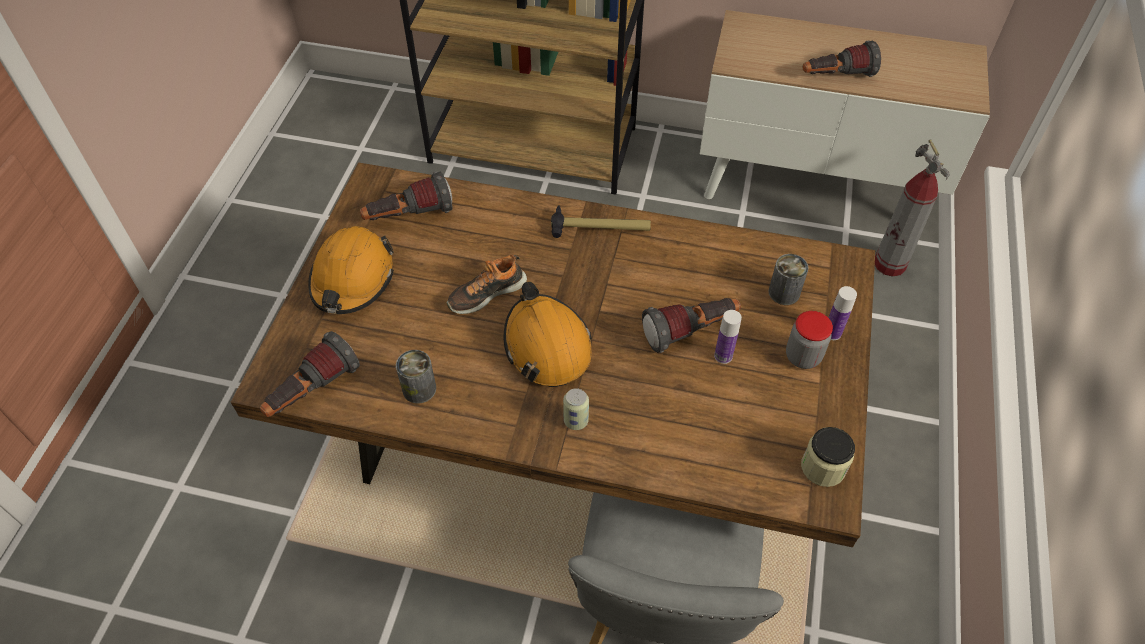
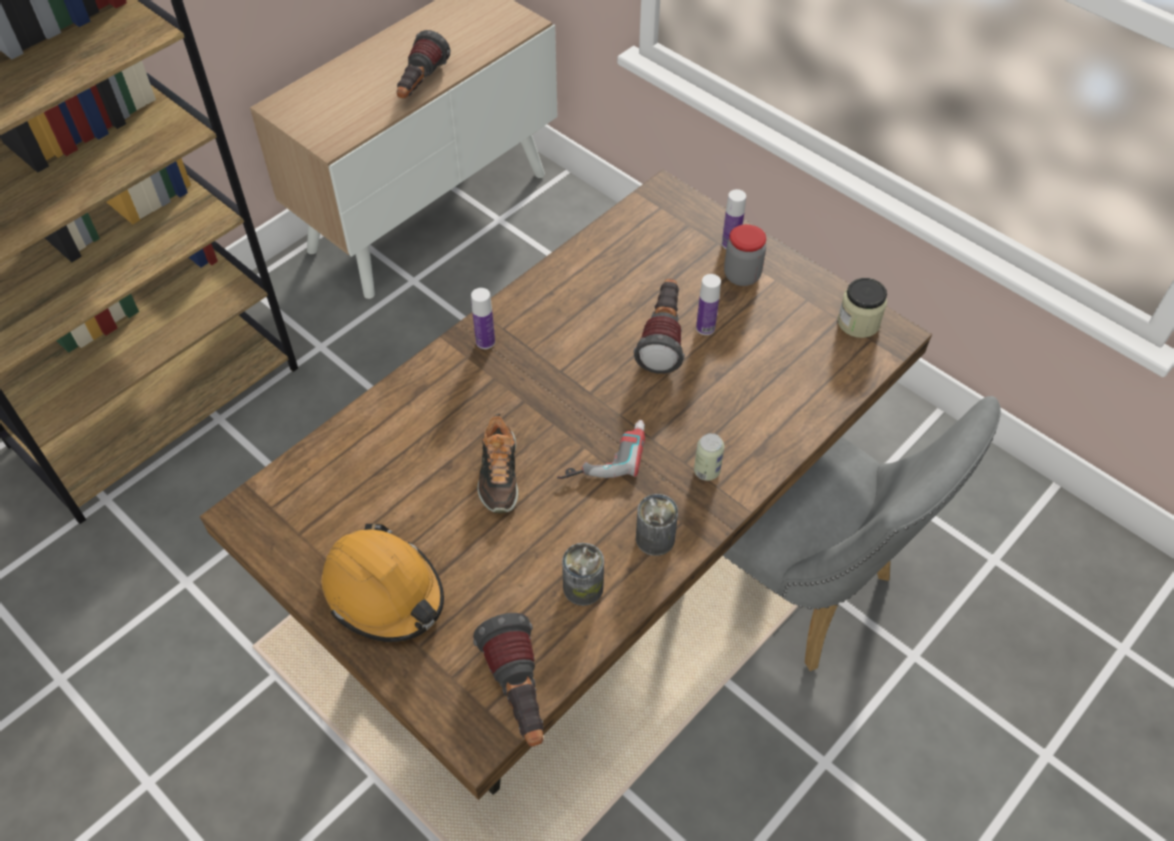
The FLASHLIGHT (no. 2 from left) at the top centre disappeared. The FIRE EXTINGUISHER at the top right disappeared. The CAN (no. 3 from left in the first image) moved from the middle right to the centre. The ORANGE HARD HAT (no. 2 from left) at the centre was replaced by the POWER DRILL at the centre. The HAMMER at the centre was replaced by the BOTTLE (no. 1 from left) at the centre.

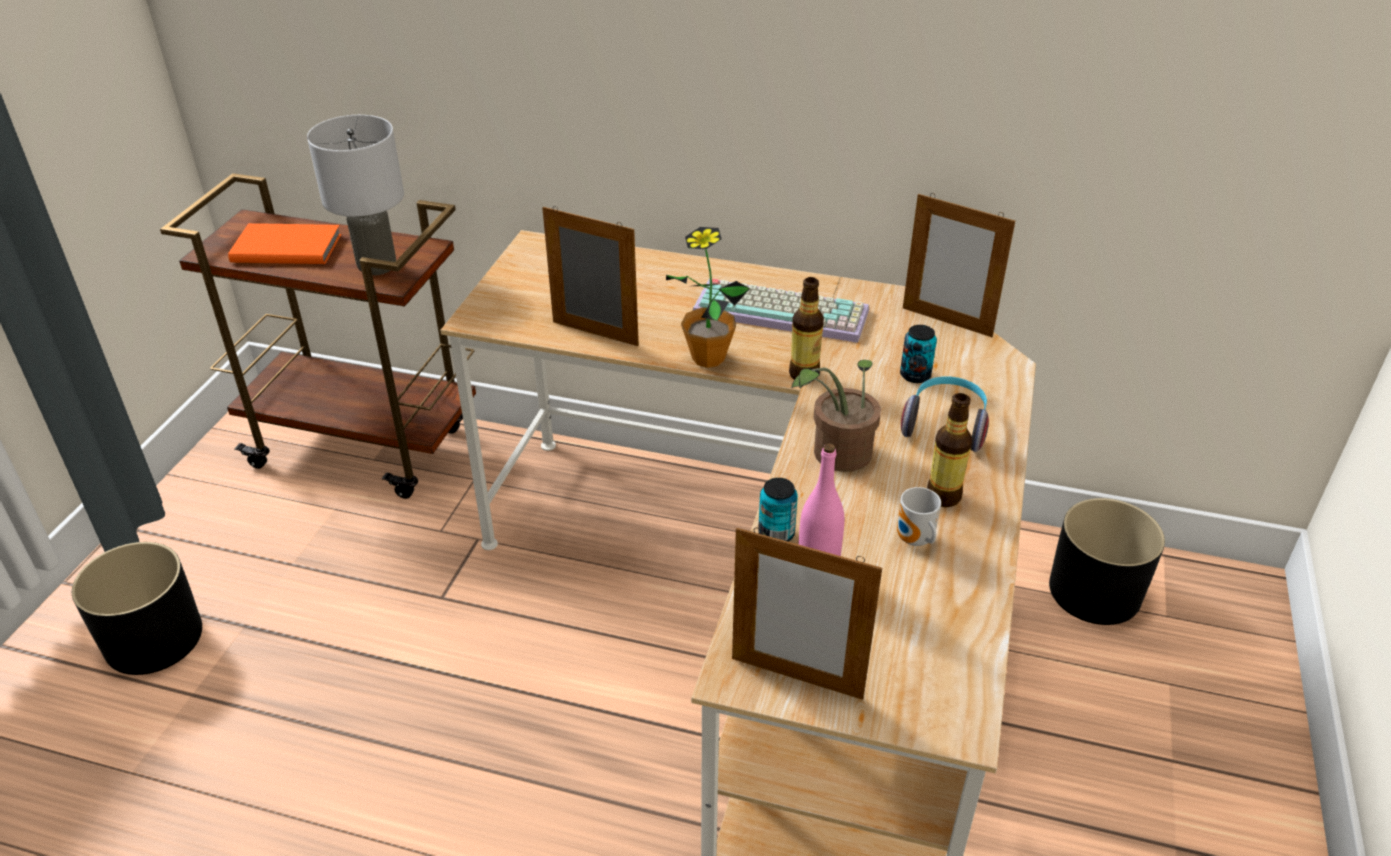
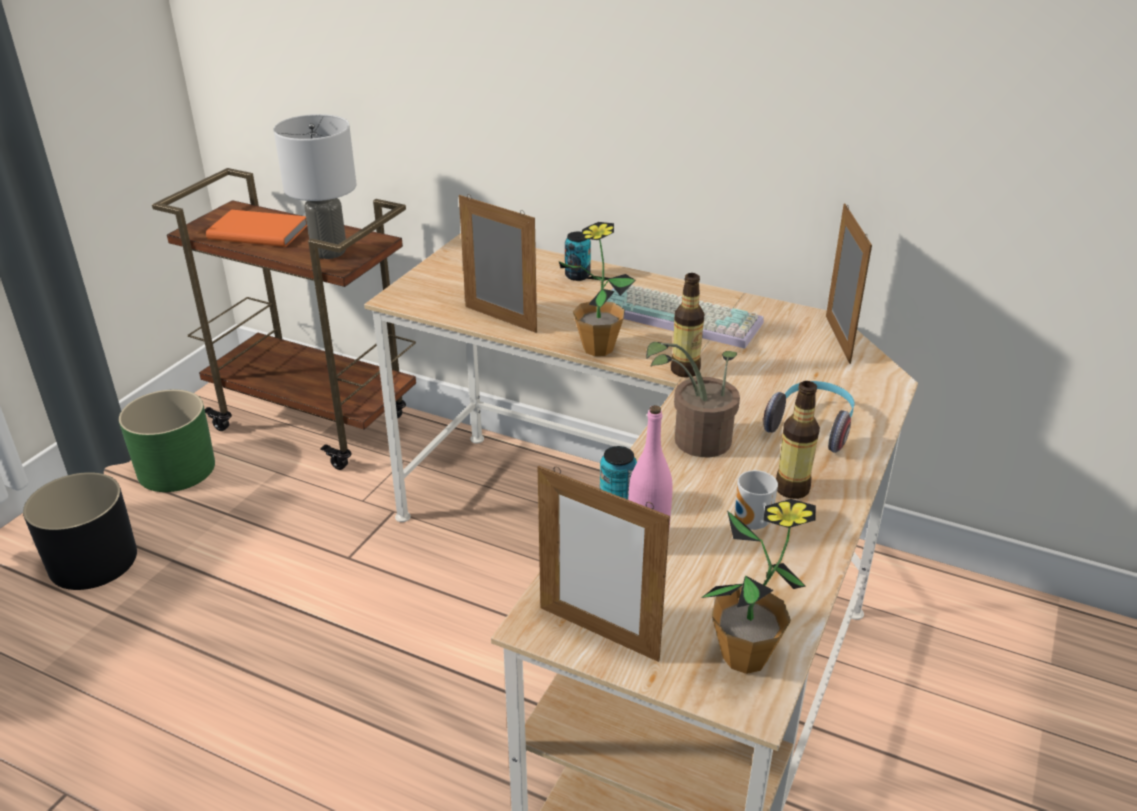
The BLACK PLANTER (no. 2 from left) at the middle right disappeared. The GREEN PLANTER at the middle left appeared. The POTTED PLANT (no. 3 from left) at the bottom right appeared. The CAN (no. 2 from left in the first image) moved from the centre to the top centre. The PICTURE FRAME (no. 3 from left) at the top right turned 135 degrees counterclockwise.

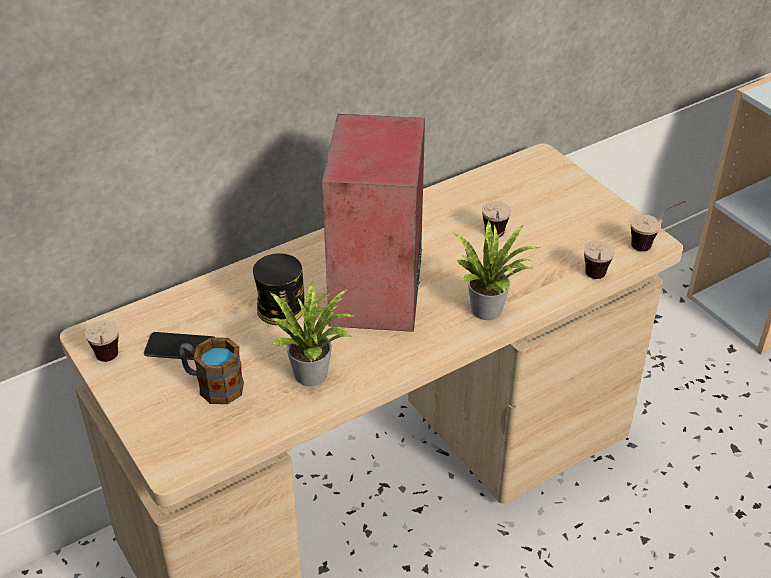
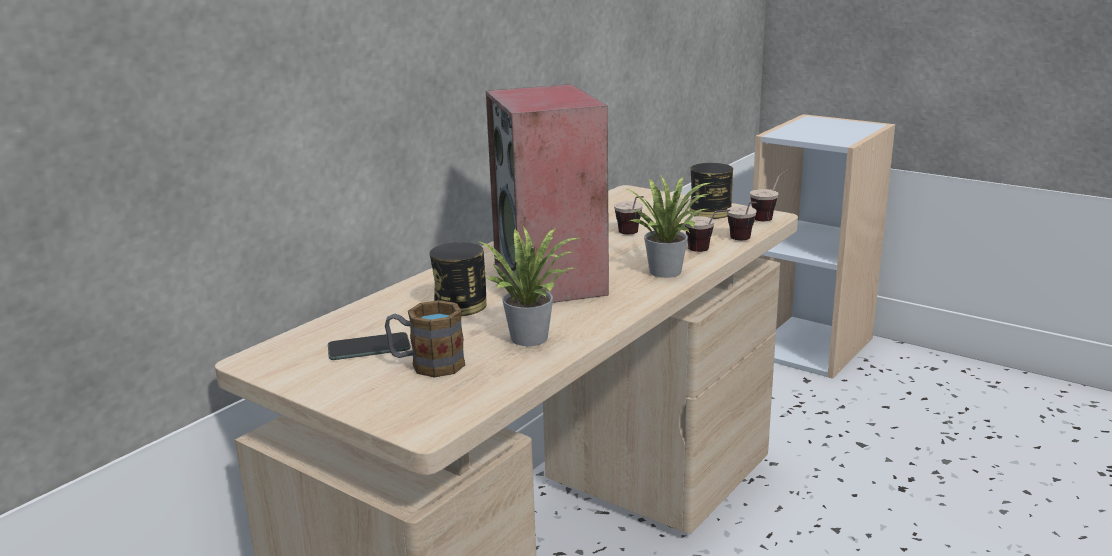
The CAN (no. 2 from left) at the centre appeared. The CUP (no. 1 from left in the first image) moved from the middle left to the centre.

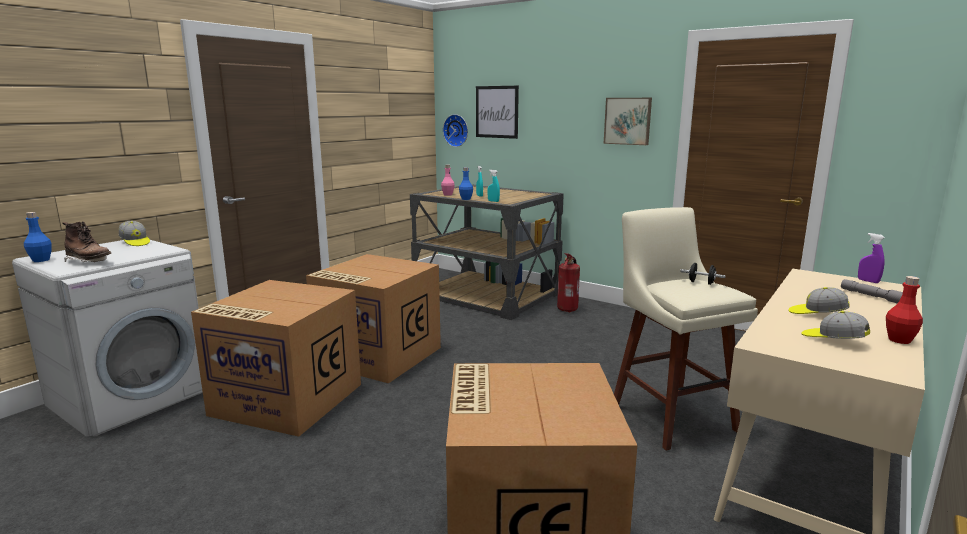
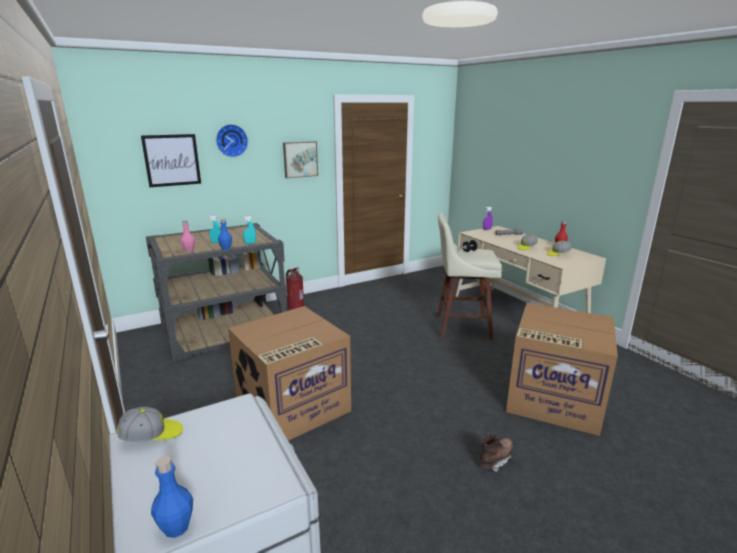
The CARDBOARD BOX (no. 1 from left) at the bottom left disappeared. The BROWN BOOT moved from the middle left to the bottom right. The WALL CLOCK moved from the top centre to the top left.

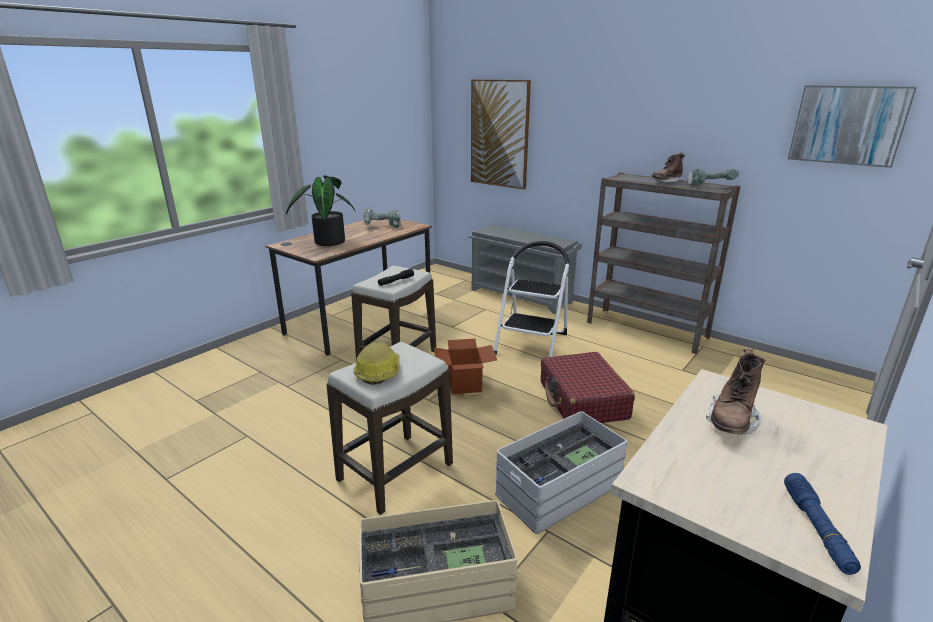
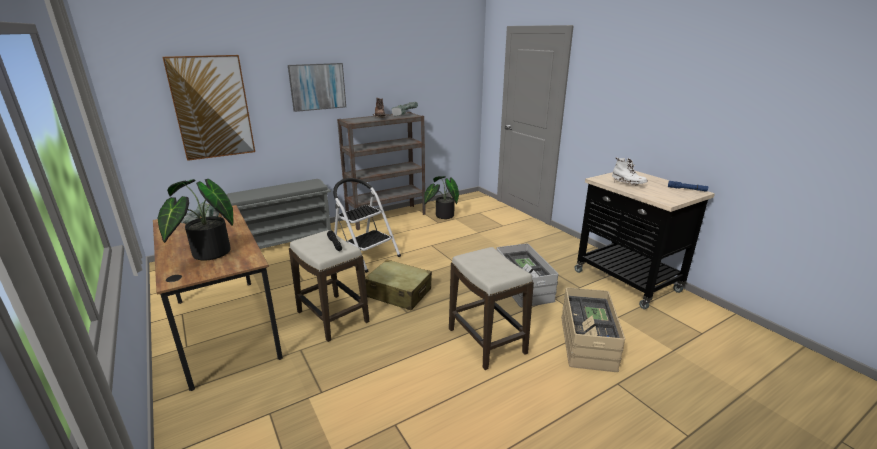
The HARD HAT at the centre disappeared. The RED SUITCASE at the centre disappeared. The POTTED PLANT (no. 2 from left) at the centre appeared. The PICTURE (no. 2 from left) moved from the top right to the top centre. The CARDBOARD BOX at the centre was replaced by the BEIGE SUITCASE at the centre. The BROWN BOOT (no. 2 from left) at the middle right became the WHITE BOOT at the middle right.

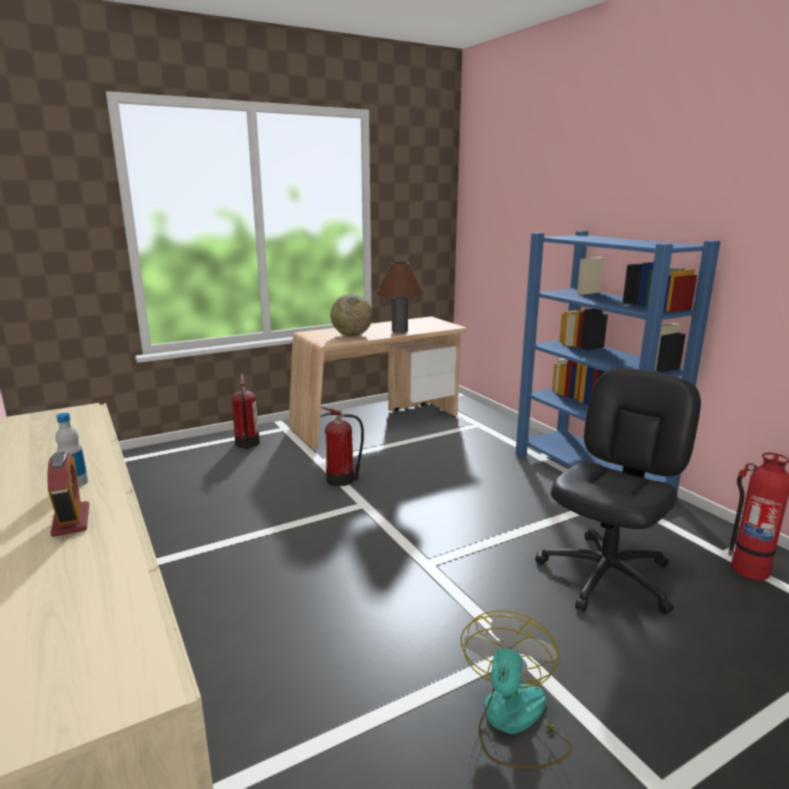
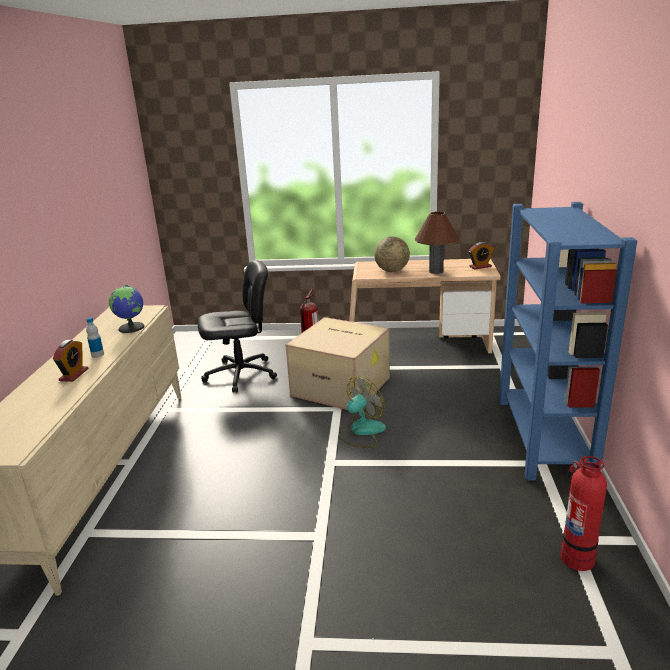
The GLOBE (no. 1 from left) at the middle left appeared. The ALARM CLOCK (no. 2 from left) at the middle right appeared. The FAN moved from the bottom centre to the centre. The BLACK OFFICE CHAIR moved from the middle right to the centre. The FIRE EXTINGUISHER (no. 2 from left) at the centre was replaced by the CARDBOARD BOX at the centre.

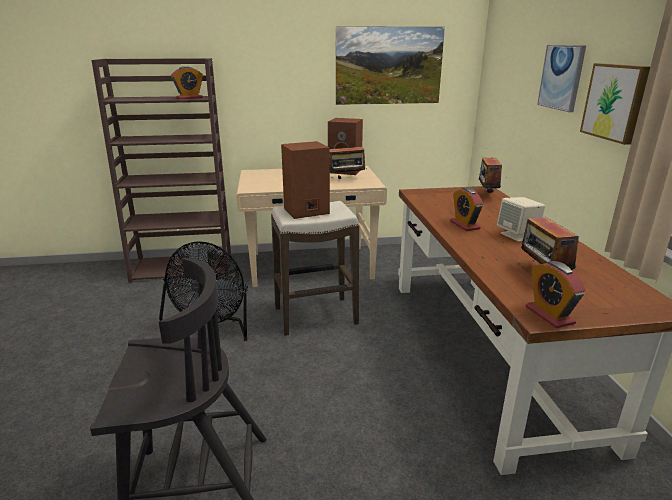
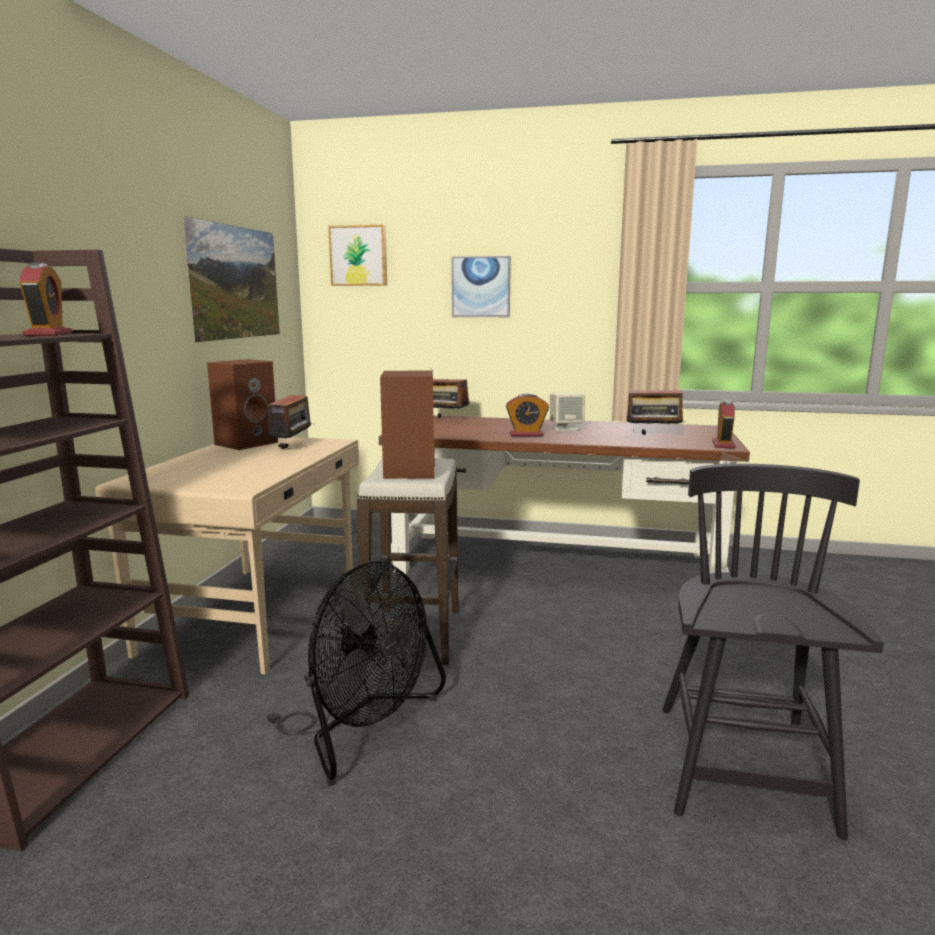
The PICTURE (no. 3 from left in the first image) moved from the top right to the top centre. The ALARM CLOCK (no. 3 from left) at the middle right turned 75 degrees counterclockwise.

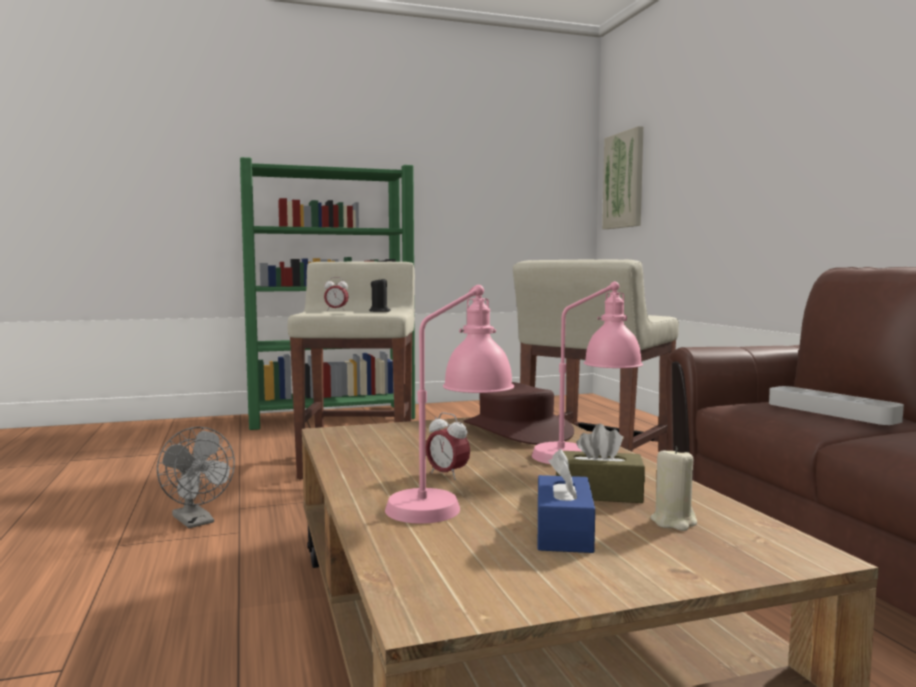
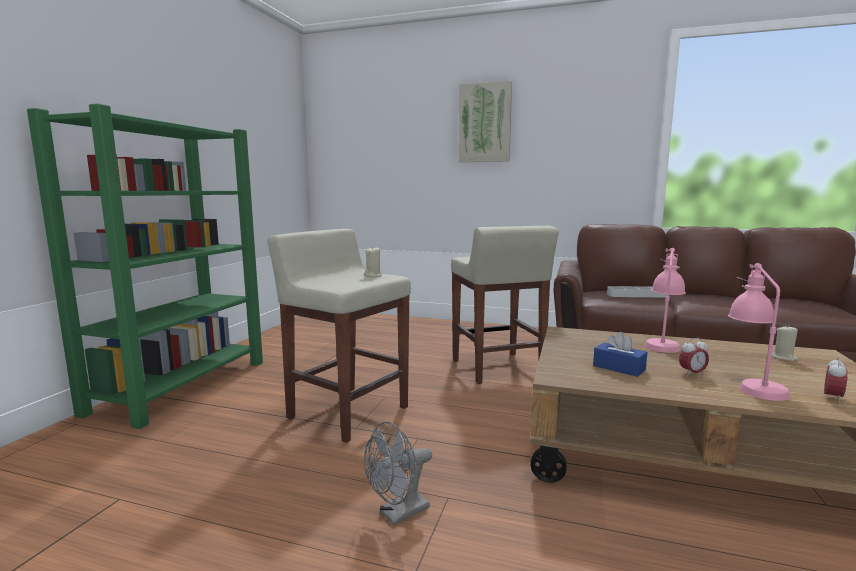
The BROWN HAT at the centre disappeared. The BROWN TISSUE BOX at the bottom centre disappeared. The ALARM CLOCK (no. 1 from left in the first image) moved from the centre to the middle right. The BLUE TISSUE BOX moved from the bottom centre to the middle right. The PICTURE moved from the top right to the top centre. The BLACK CANDLE at the centre became the BEIGE CANDLE (no. 1 from left) at the centre. The GREY FAN at the bottom left turned 150 degrees clockwise.

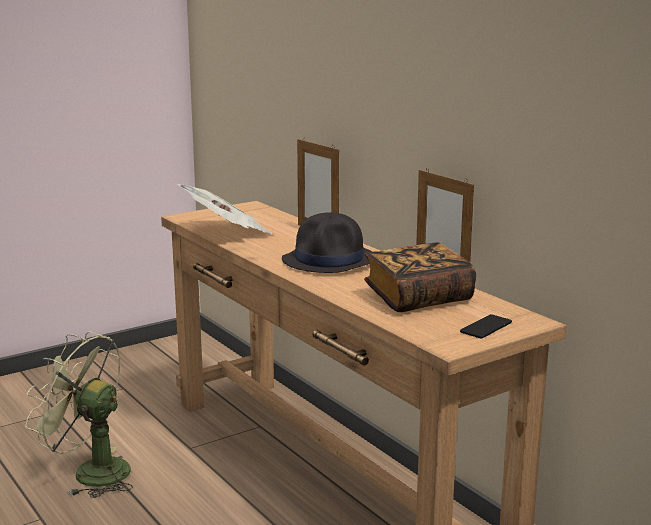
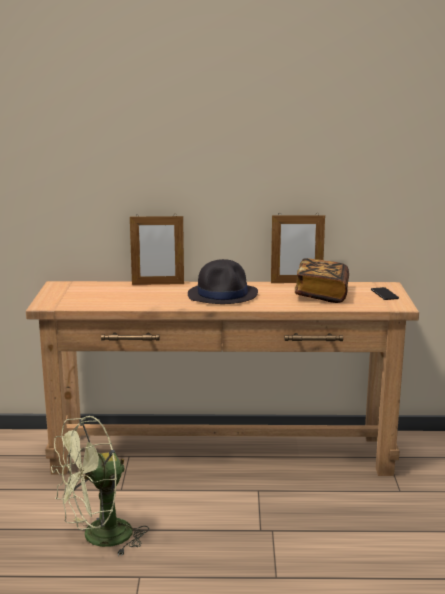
The NEWSPAPER at the centre disappeared.

